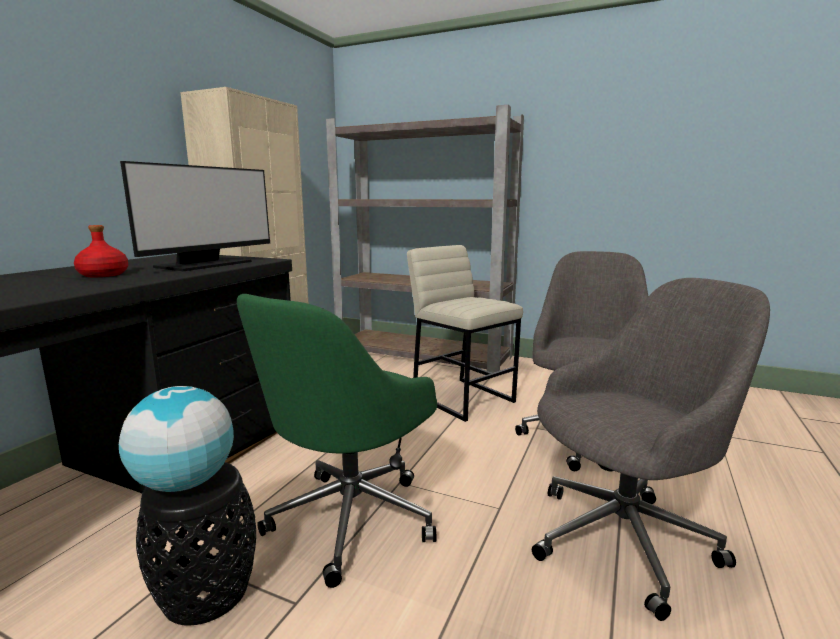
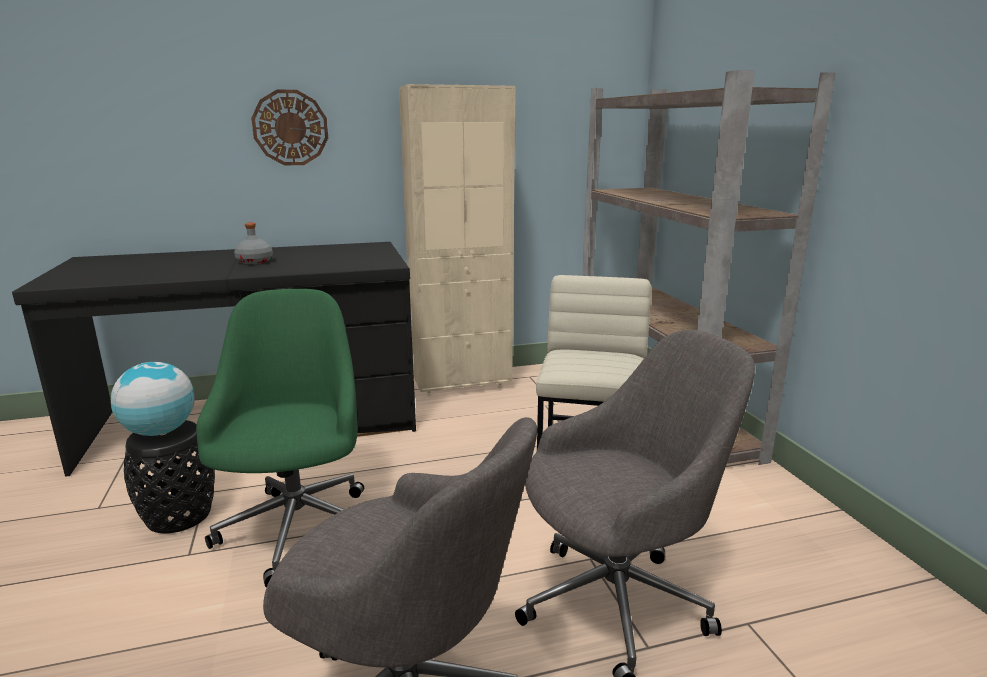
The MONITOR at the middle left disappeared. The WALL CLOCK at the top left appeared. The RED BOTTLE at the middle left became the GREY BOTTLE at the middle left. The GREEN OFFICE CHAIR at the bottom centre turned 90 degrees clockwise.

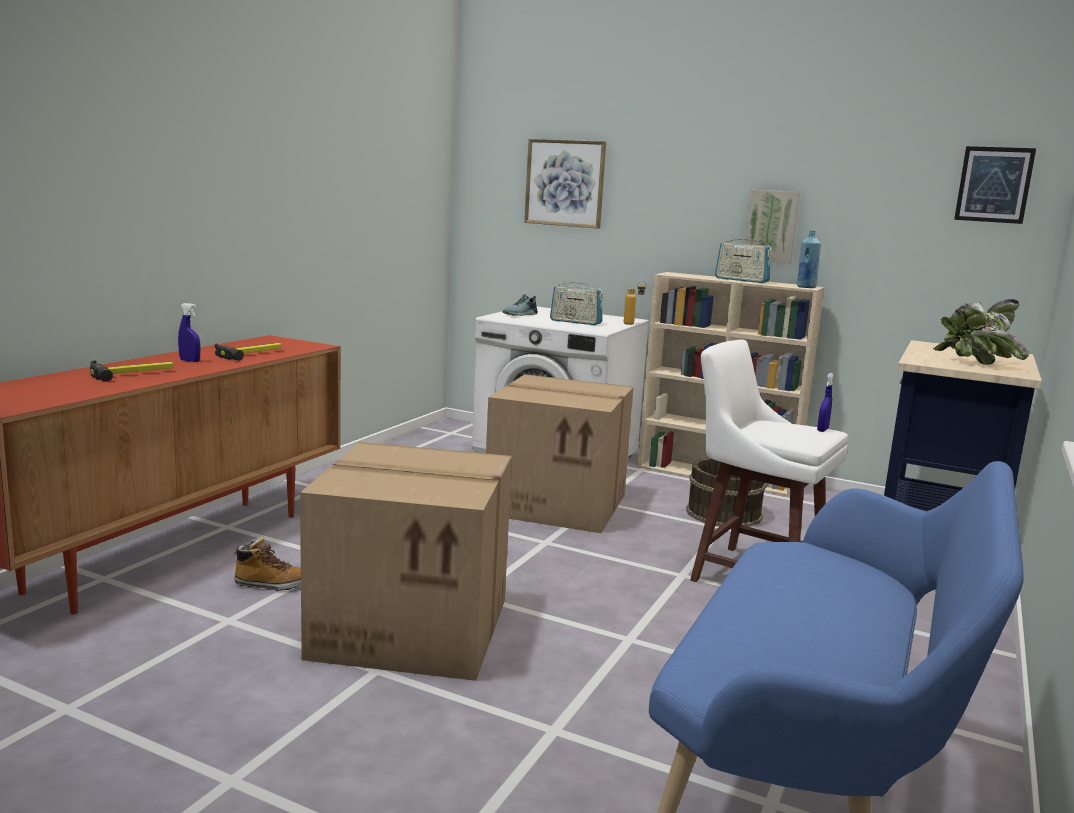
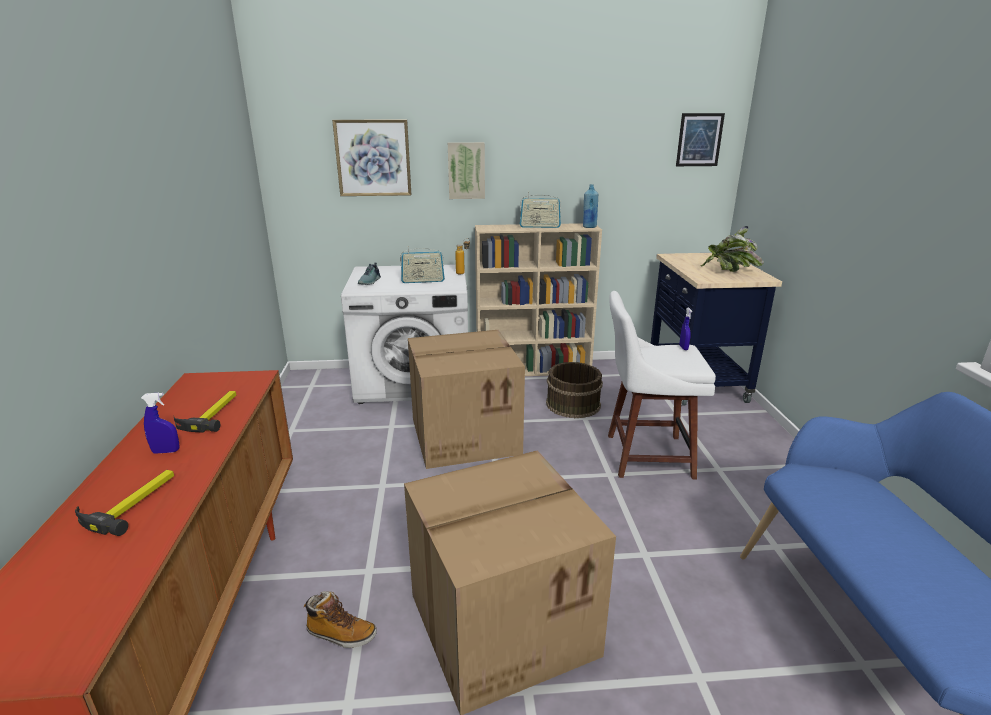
The PICTURE (no. 2 from left) moved from the top right to the top centre. The BOOT at the bottom left turned 45 degrees clockwise.

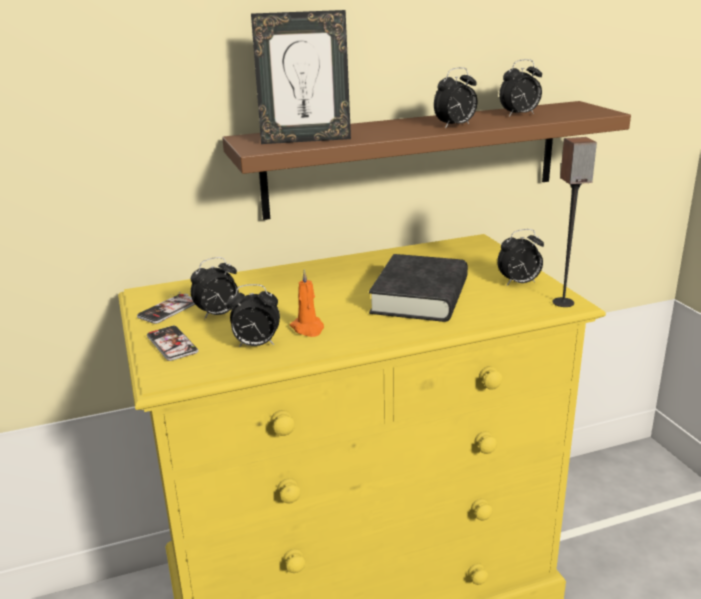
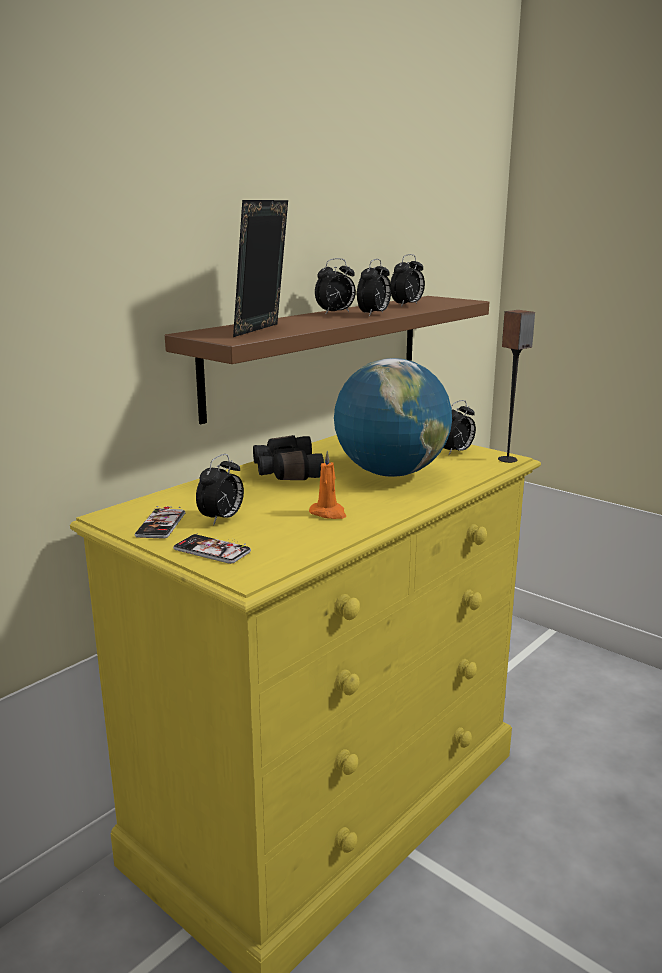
The BLACK BINOCULARS at the centre appeared. The ALARM CLOCK (no. 2 from left) moved from the centre to the top centre. The BLACK BOOK at the centre was replaced by the GLOBE at the centre. The PICTURE FRAME at the top centre turned 150 degrees clockwise.

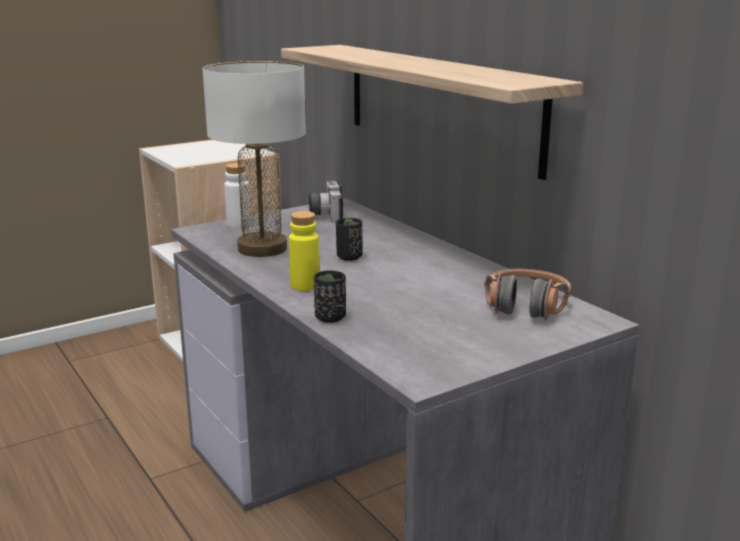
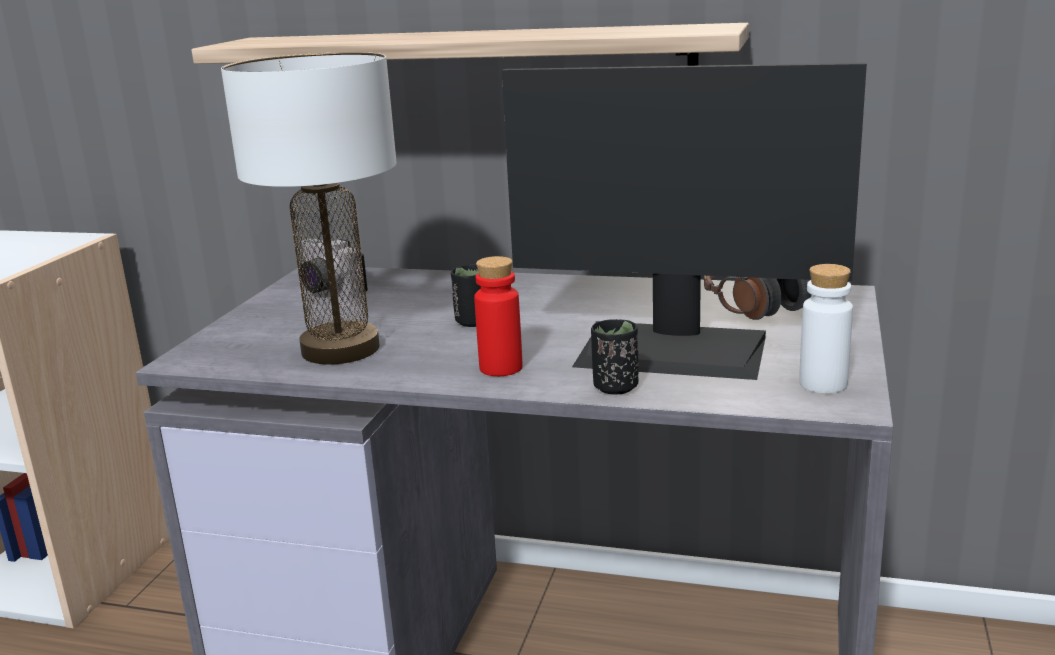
The MONITOR at the centre appeared. The WHITE BOTTLE moved from the middle left to the middle right. The YELLOW BOTTLE at the centre became the RED BOTTLE at the centre.

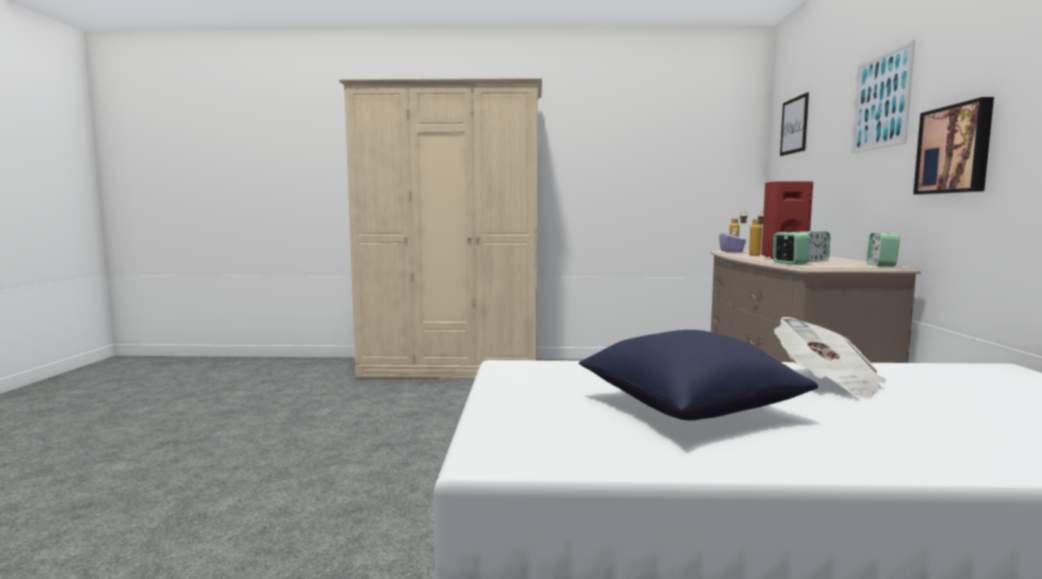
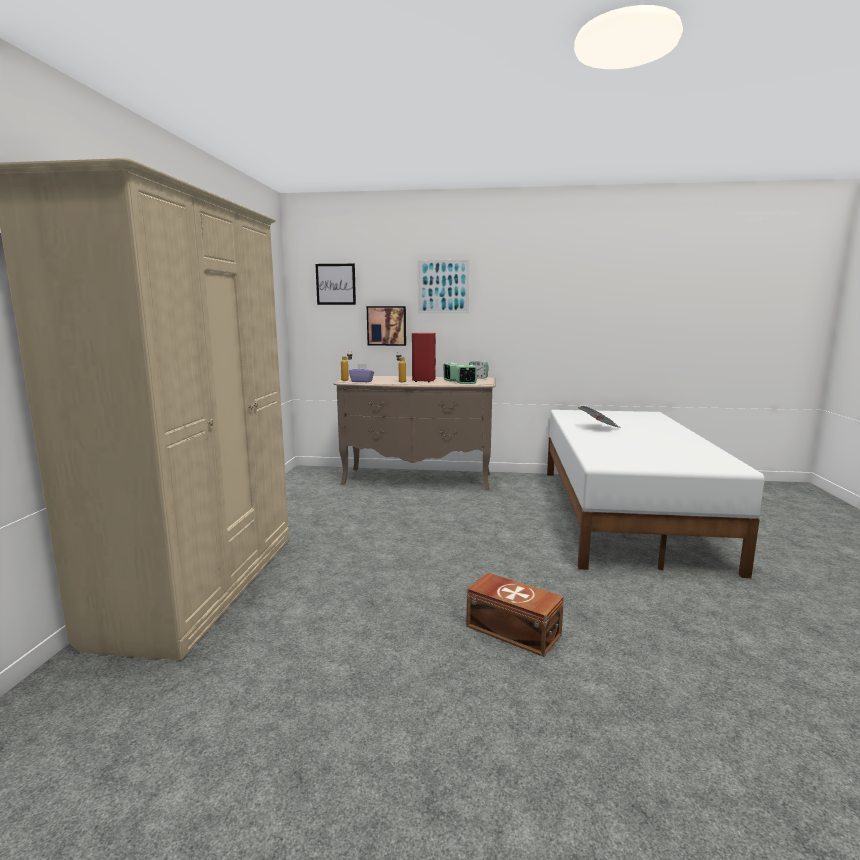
The BLUE PILLOW at the middle right disappeared. The BROWN STORAGE BOX at the bottom centre appeared. The PICTURE (no. 3 from left in the first image) moved from the top right to the centre.

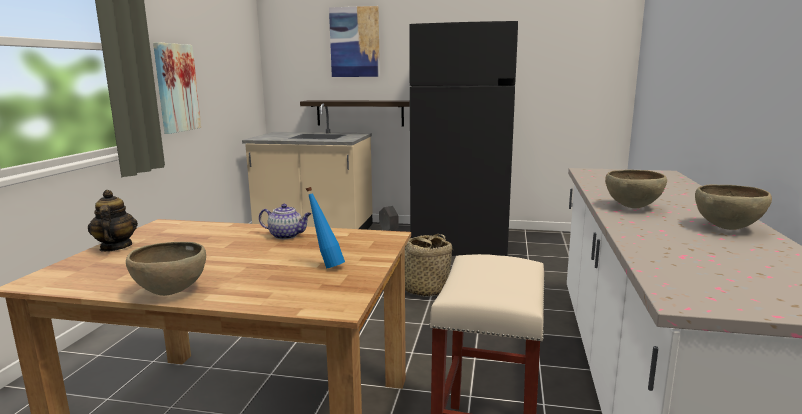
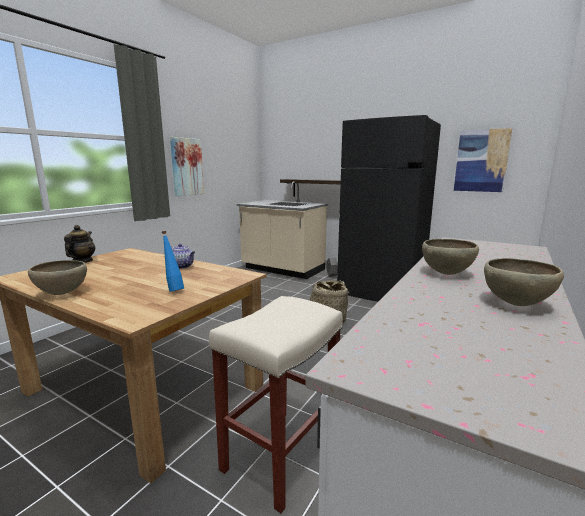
The PICTURE (no. 2 from left) moved from the top centre to the top right.

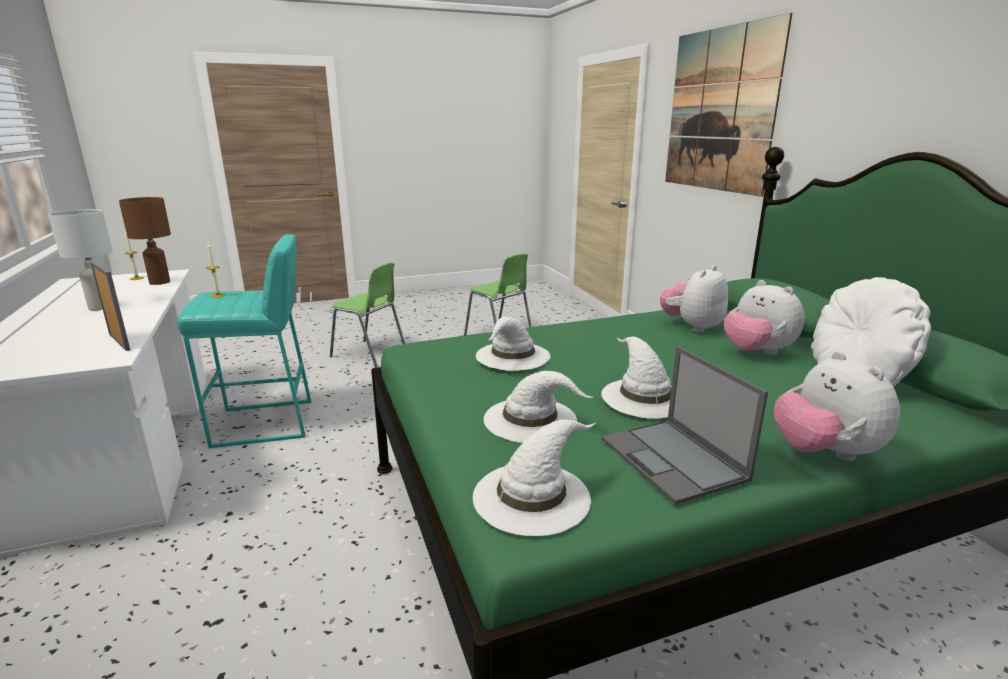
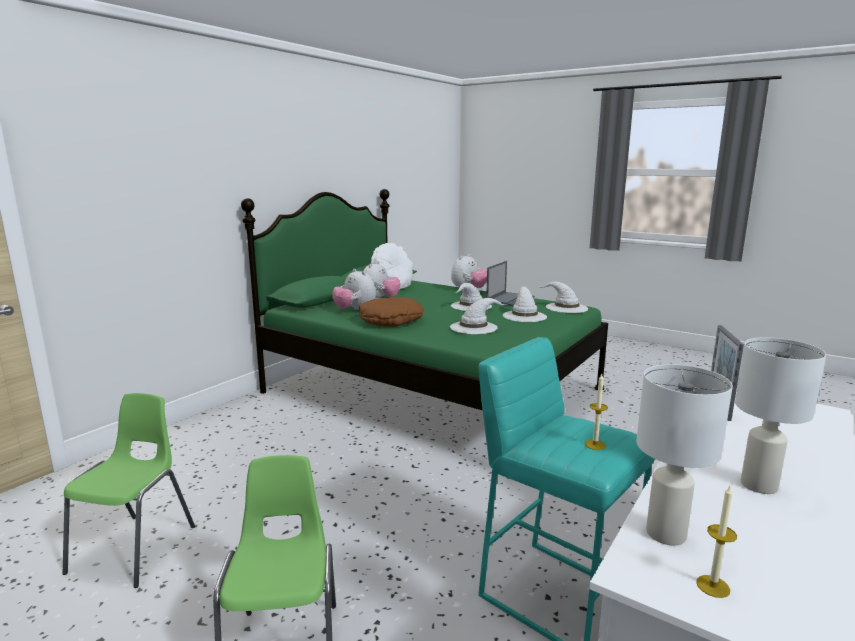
The PICTURE at the top right disappeared. The BROWN PILLOW at the centre appeared. The BROWN TABLE LAMP at the middle left became the WHITE TABLE LAMP (no. 1 from left) at the bottom right. The PLUSH TOY (no. 1 from left) at the middle right turned 45 degrees clockwise.

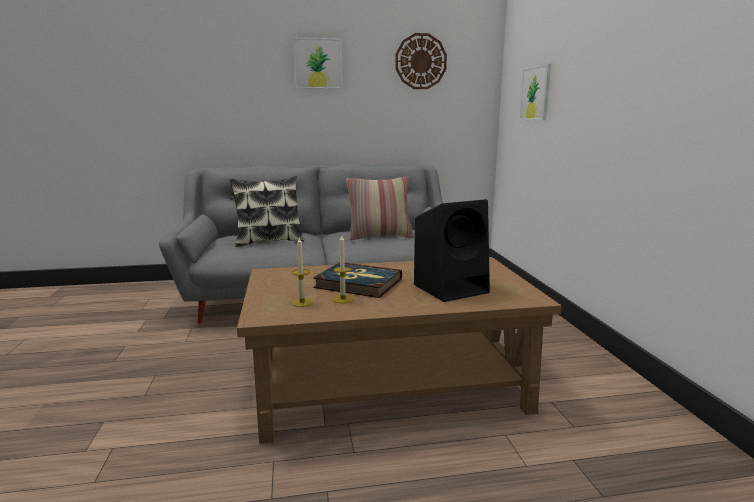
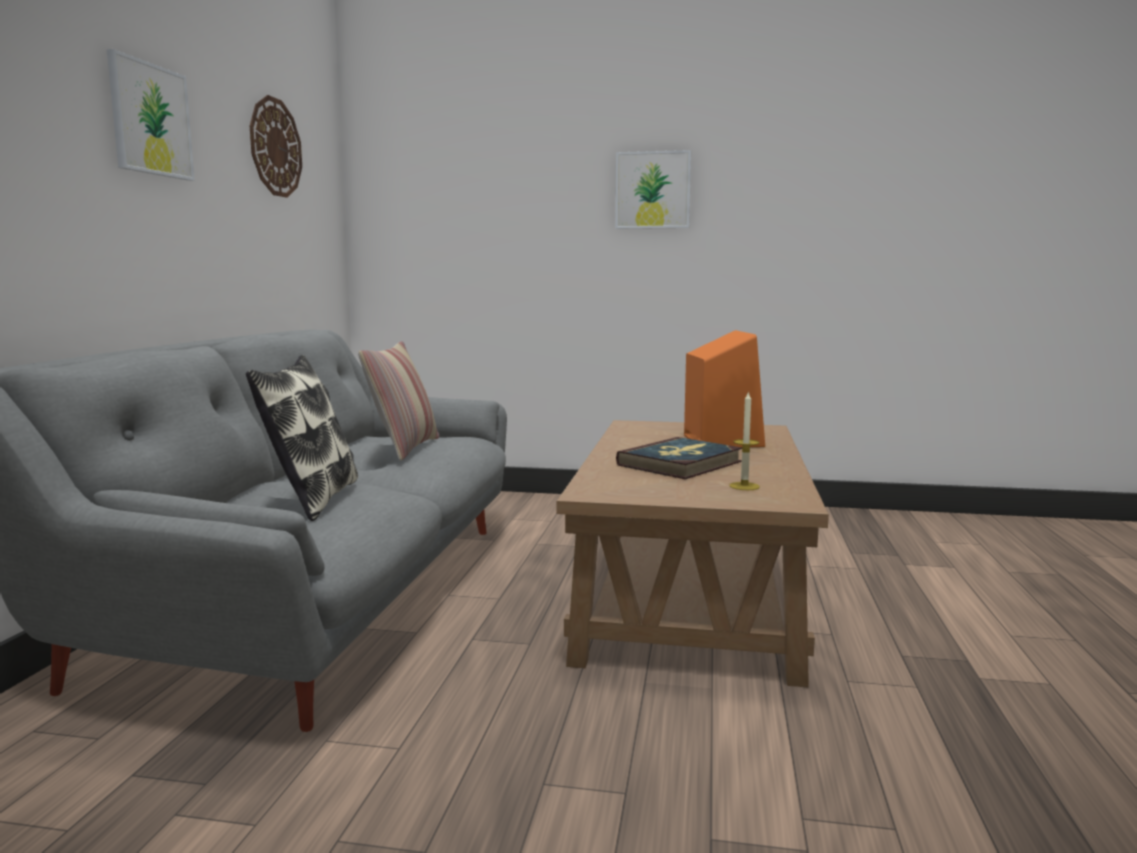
The CANDLE (no. 2 from left) at the centre disappeared. The PICTURE (no. 2 from left) moved from the top right to the top centre. The BLACK SPEAKER at the centre became the ORANGE SPEAKER at the centre.

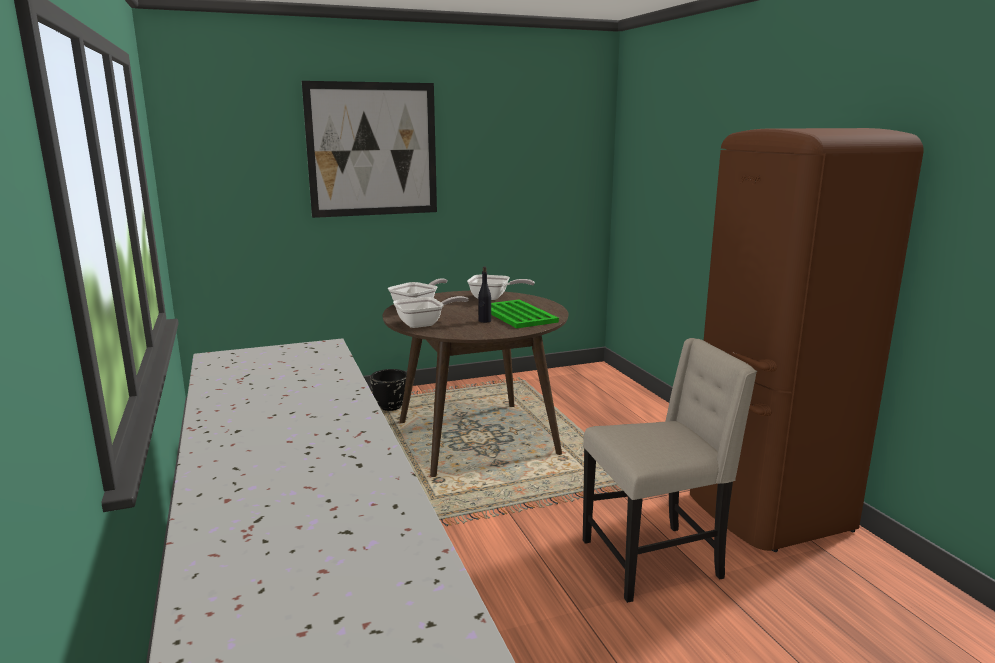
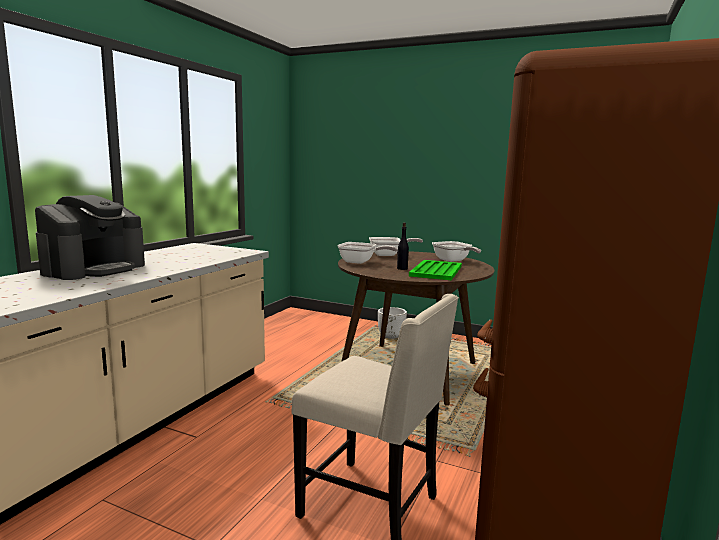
The PICTURE at the top centre disappeared. The COFFEE MACHINE at the middle left appeared. The BLACK PLANTER at the centre became the WHITE PLANTER at the centre.

